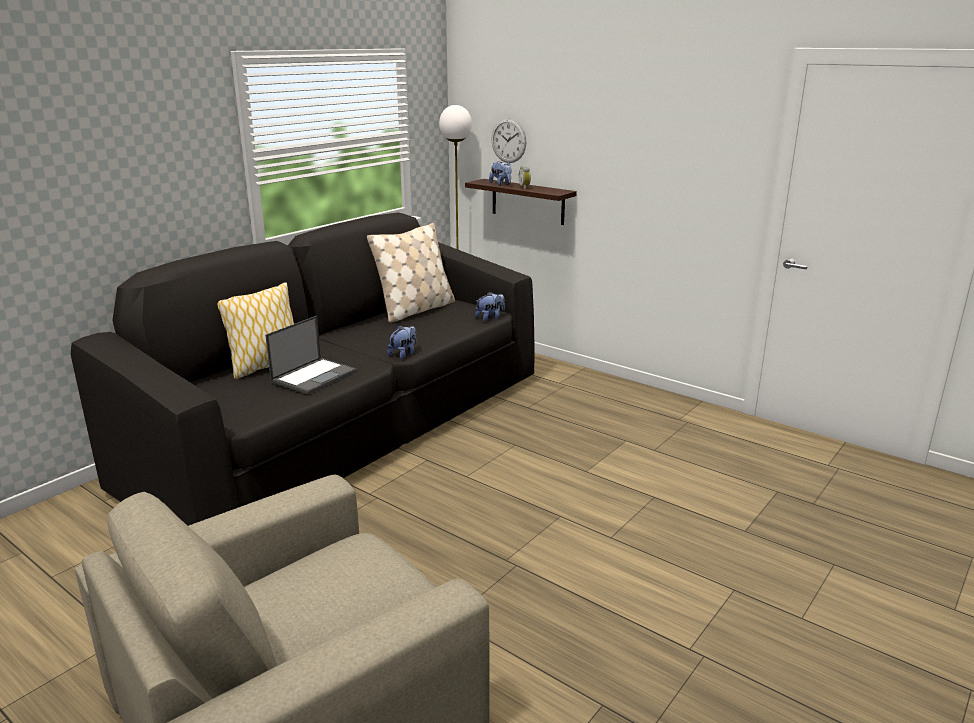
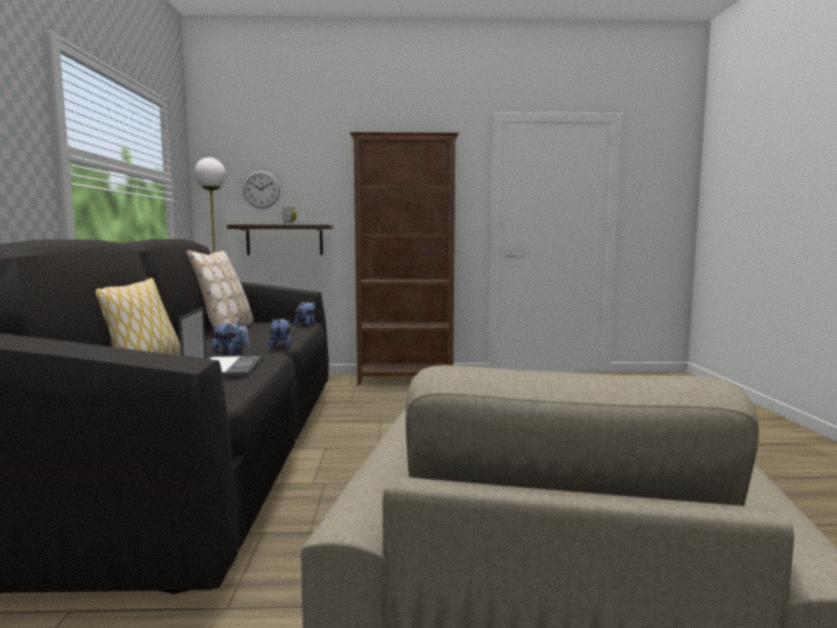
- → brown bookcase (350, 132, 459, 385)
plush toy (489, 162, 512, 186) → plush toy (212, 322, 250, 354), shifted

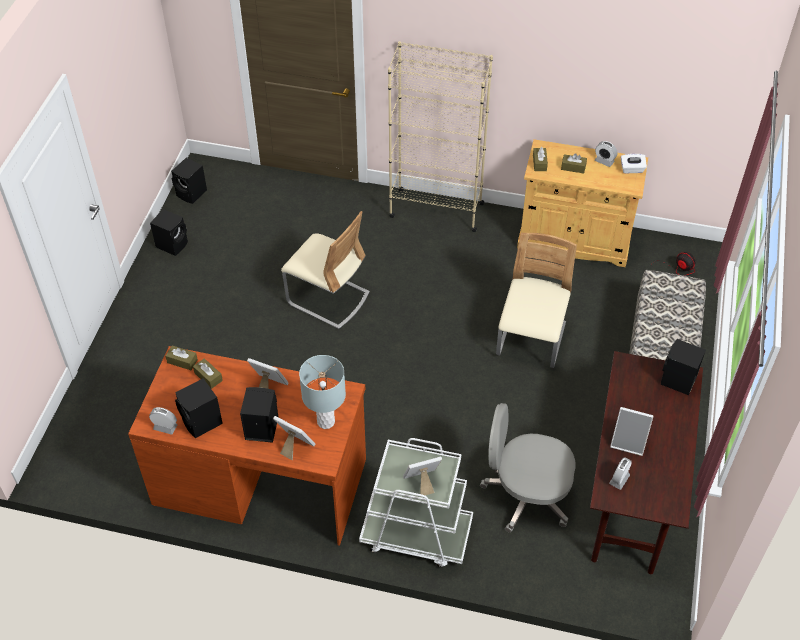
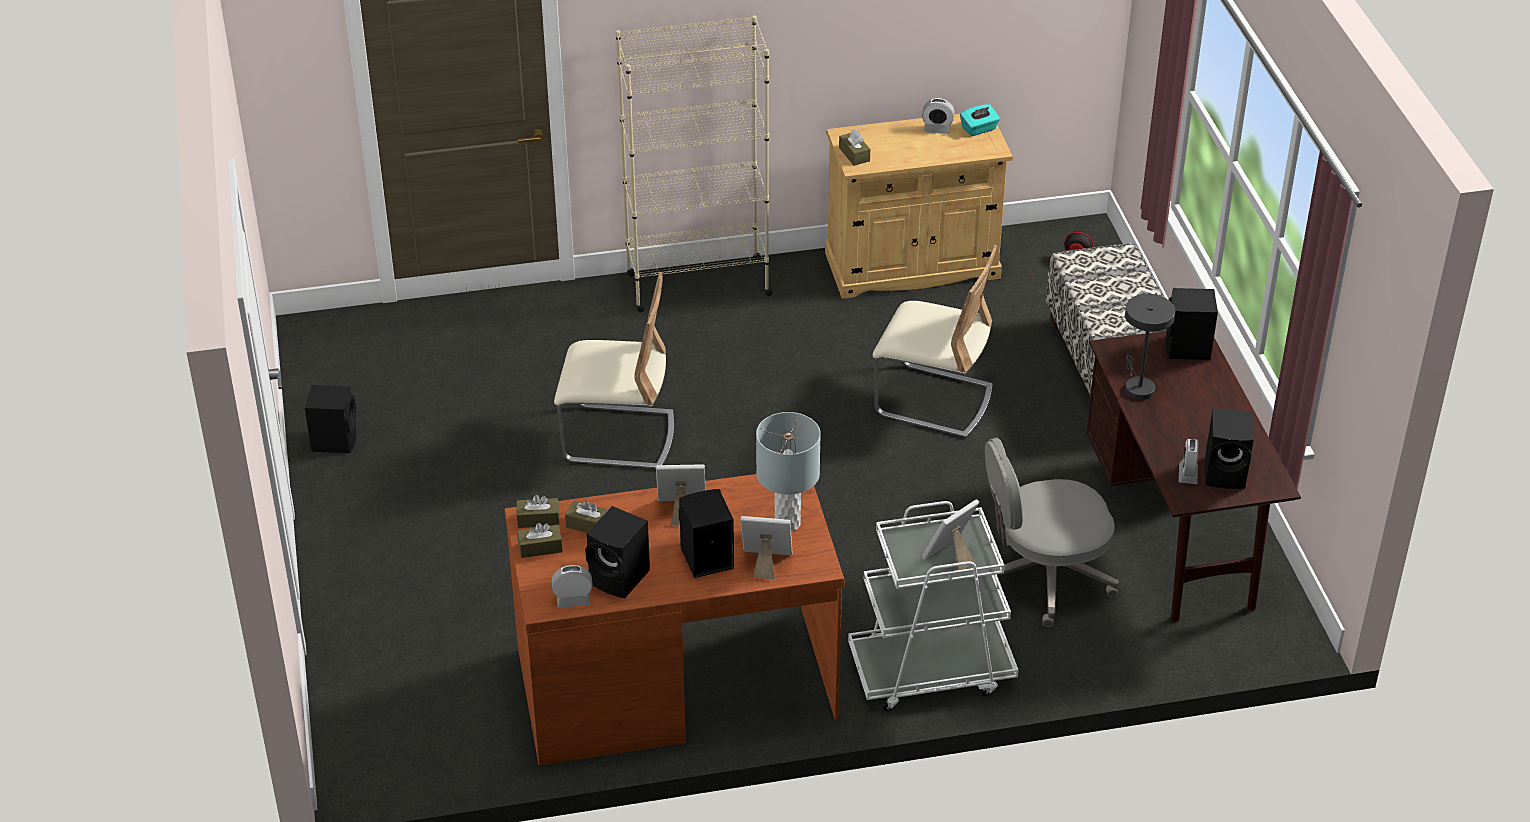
picture frame (610, 407, 653, 456) → -
- → grey table lamp (1125, 294, 1175, 400)
black speaker (171, 158, 207, 204) → black speaker (1205, 408, 1254, 489), shifted
brown tissue box (561, 153, 587, 173) → brown tissue box (517, 523, 563, 558), shifted
white tissue box (621, 154, 647, 173) → turquoise tissue box (960, 104, 1000, 136)
beige chair (496, 233, 577, 368) → beige chair (873, 245, 997, 438), 120 degrees clockwise

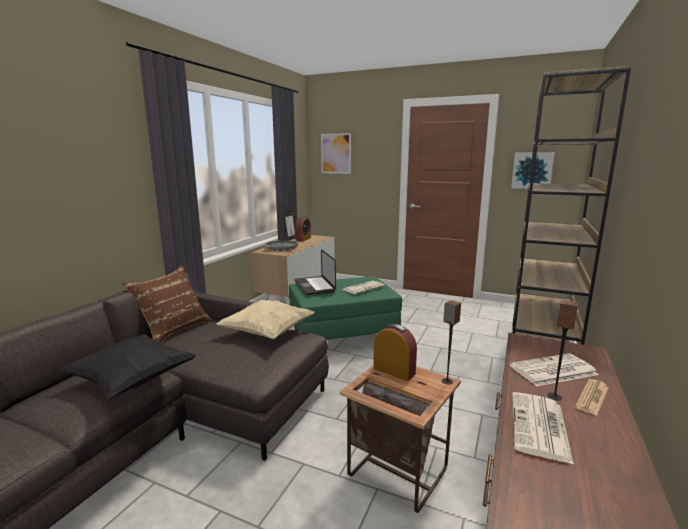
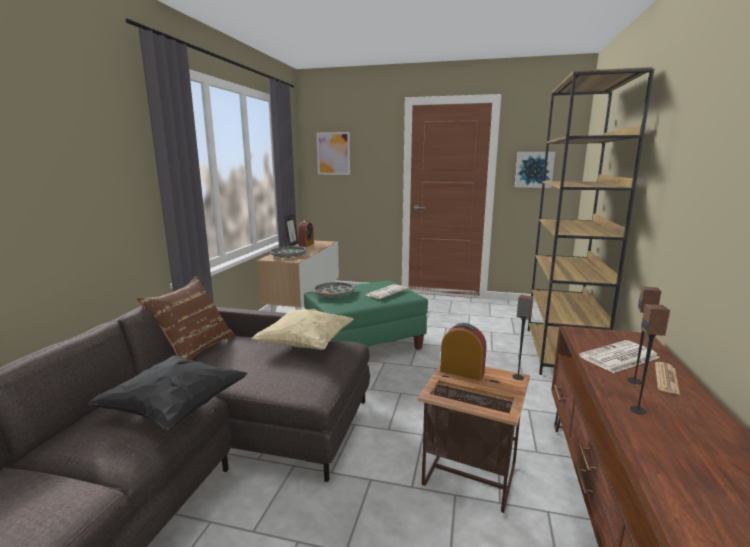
laptop (295, 249, 336, 295) → grey tray (311, 282, 356, 299)
newspaper (512, 392, 574, 465) → speaker (630, 304, 670, 415)

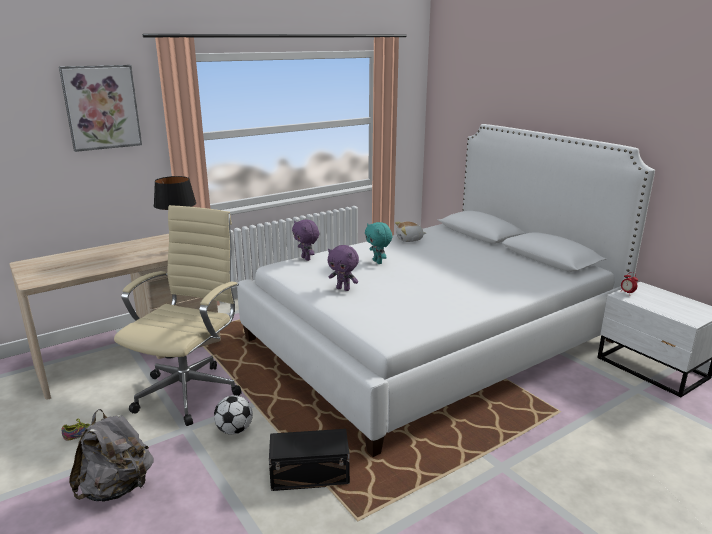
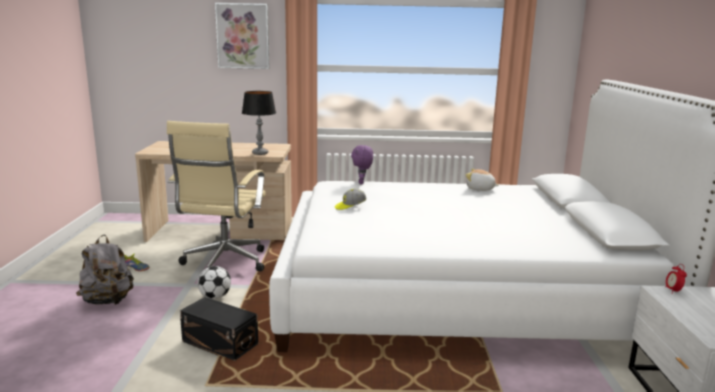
turquoise plush toy (365, 222, 392, 264) → -
purple plush toy (328, 245, 359, 291) → cap (335, 188, 366, 210)
beige office chair (114, 205, 242, 426) → beige office chair (167, 121, 266, 271), 135 degrees clockwise

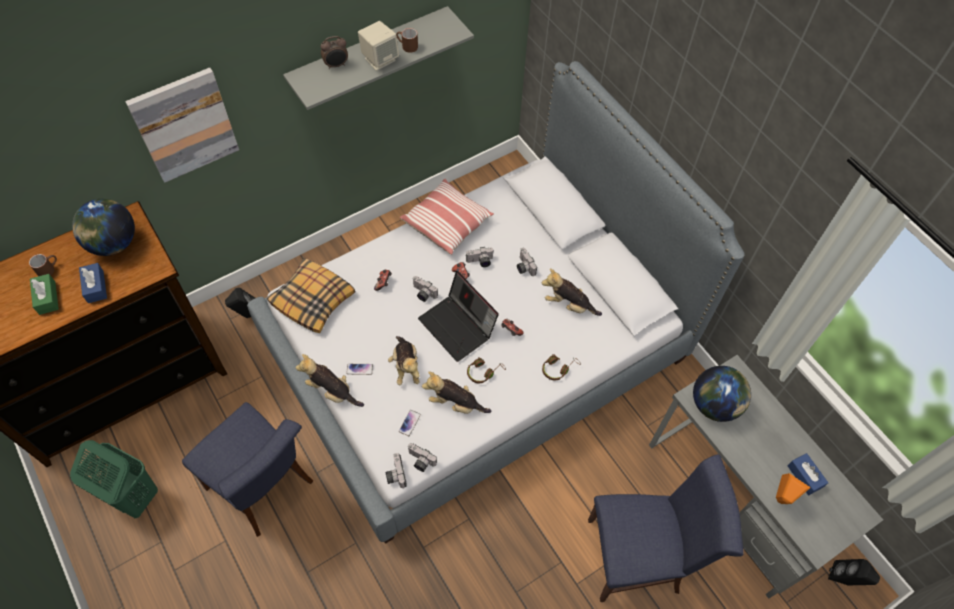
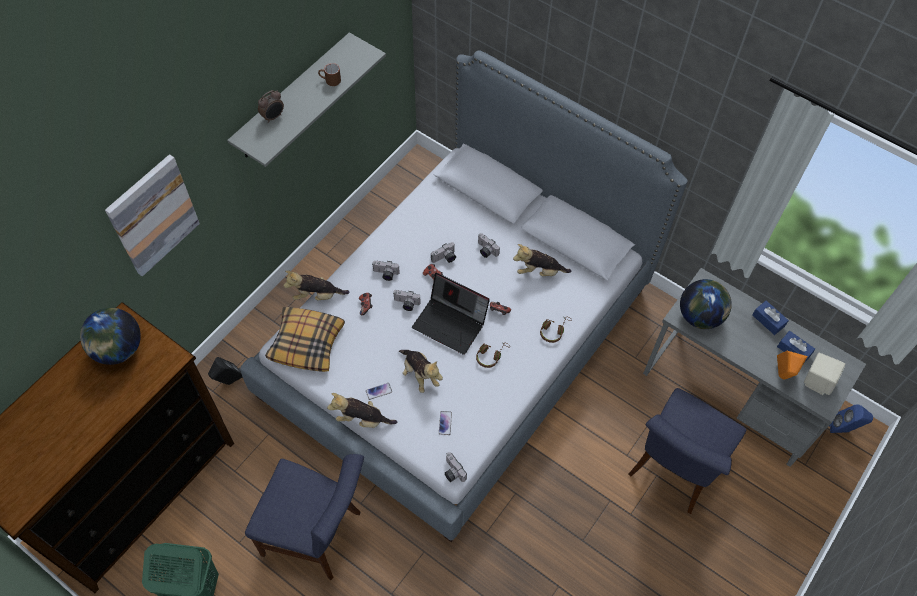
brown mug (29, 254, 57, 276) → -
green tissue box (30, 274, 59, 315) → -
pillow (400, 179, 494, 255) → -
blue tissue box (79, 263, 107, 303) → blue tissue box (752, 301, 789, 335), shifted
beige speaker (358, 21, 399, 71) → beige speaker (804, 353, 845, 395), shifted
photo camera (408, 443, 437, 472) → photo camera (372, 261, 400, 281), shifted
plush toy (422, 372, 492, 414) → plush toy (283, 271, 350, 301), shifted
black speaker (828, 559, 880, 585) → blue speaker (829, 405, 873, 433)
blue chair (588, 454, 744, 602) → blue chair (628, 388, 746, 514), 150 degrees clockwise

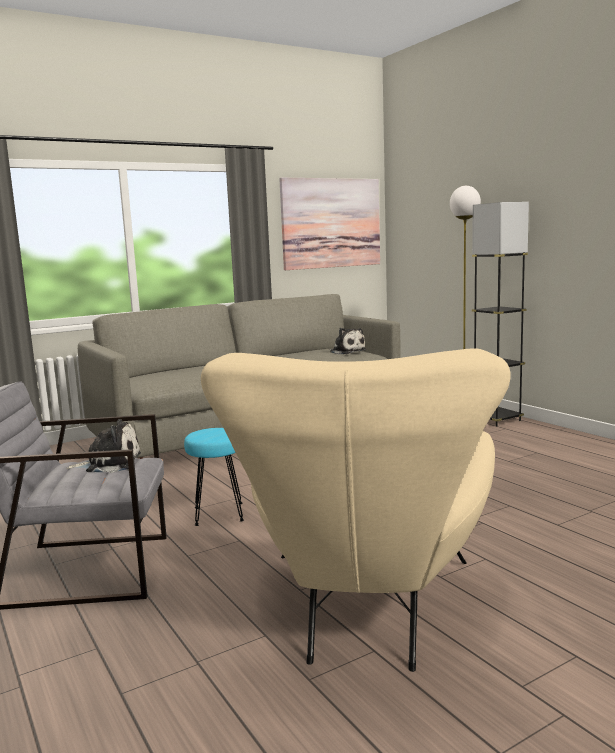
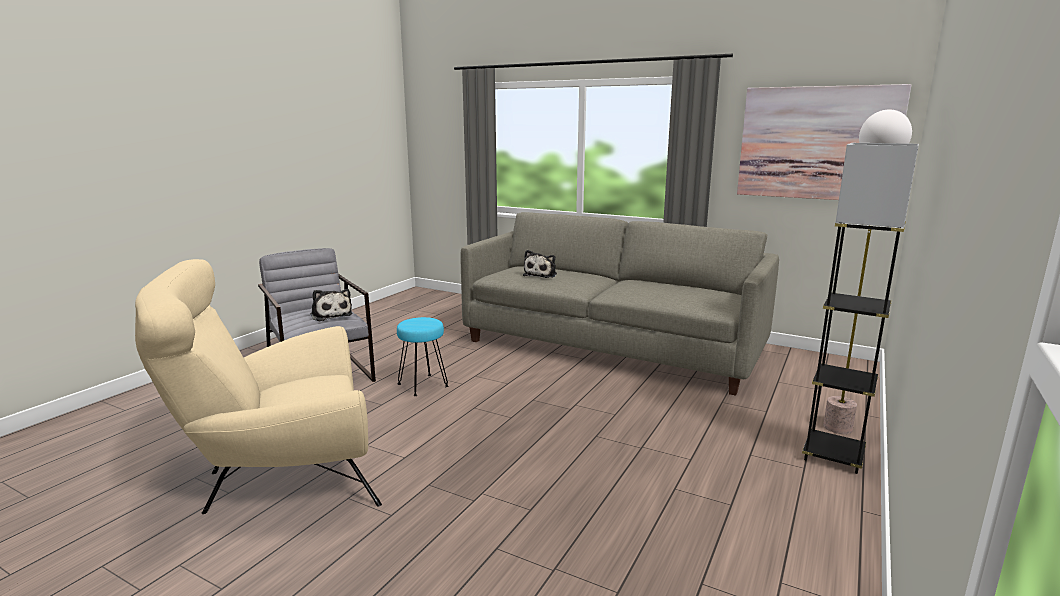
plush toy (329, 328, 366, 354) → plush toy (523, 250, 557, 278), shifted

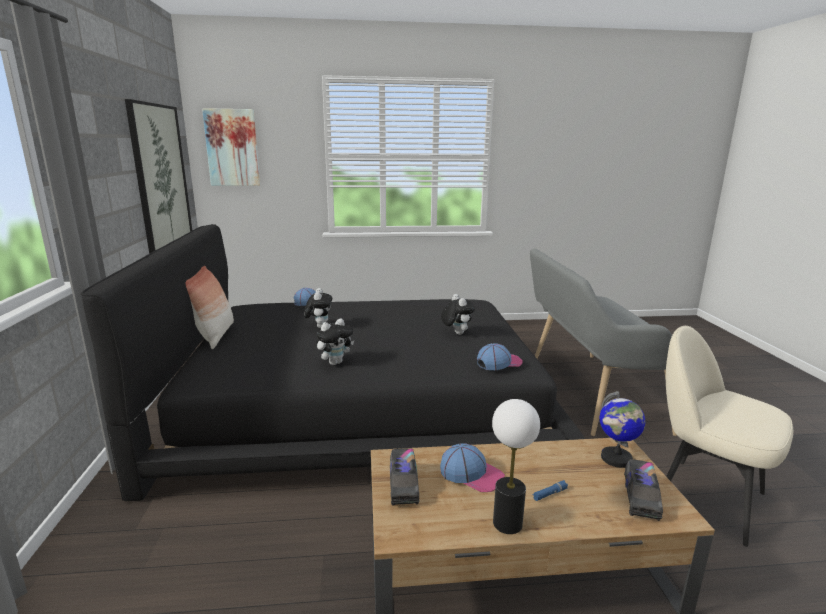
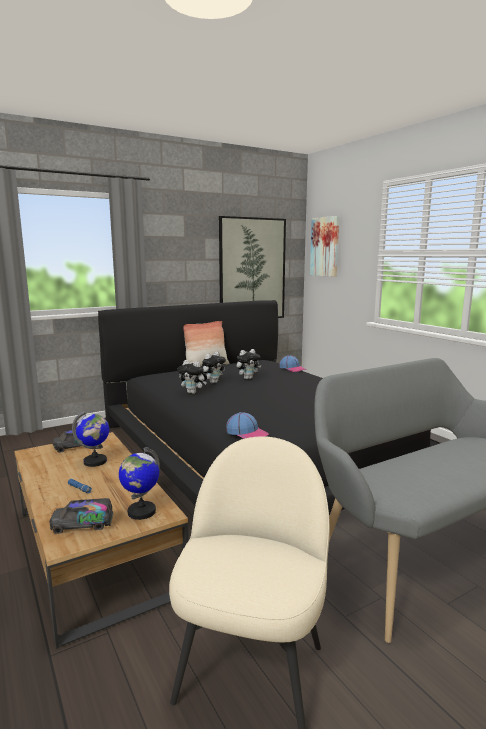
table lamp (492, 399, 540, 534) → -
plush toy (441, 294, 475, 335) → plush toy (201, 352, 226, 384), shifted
cap (440, 443, 505, 492) → globe (72, 411, 109, 467)

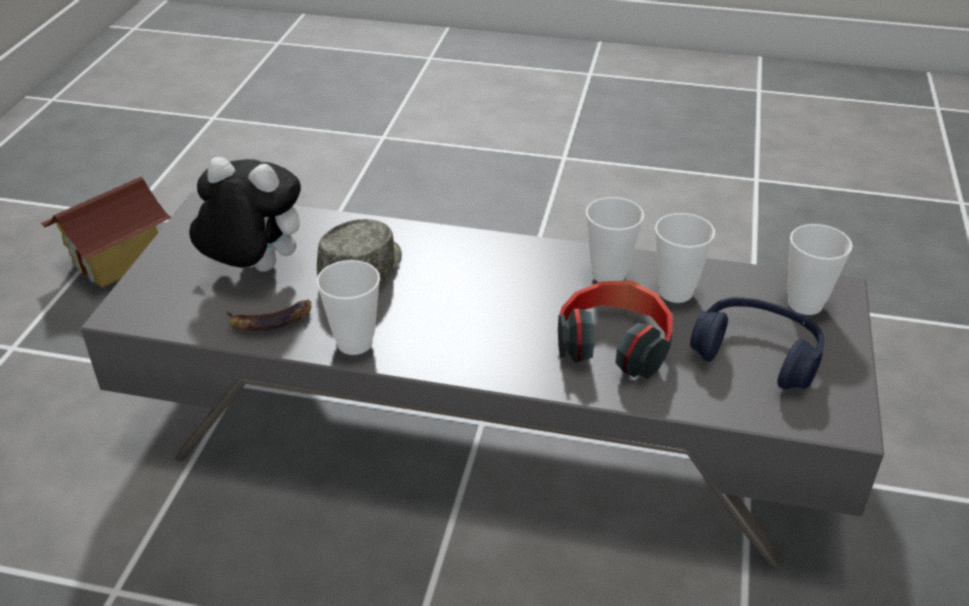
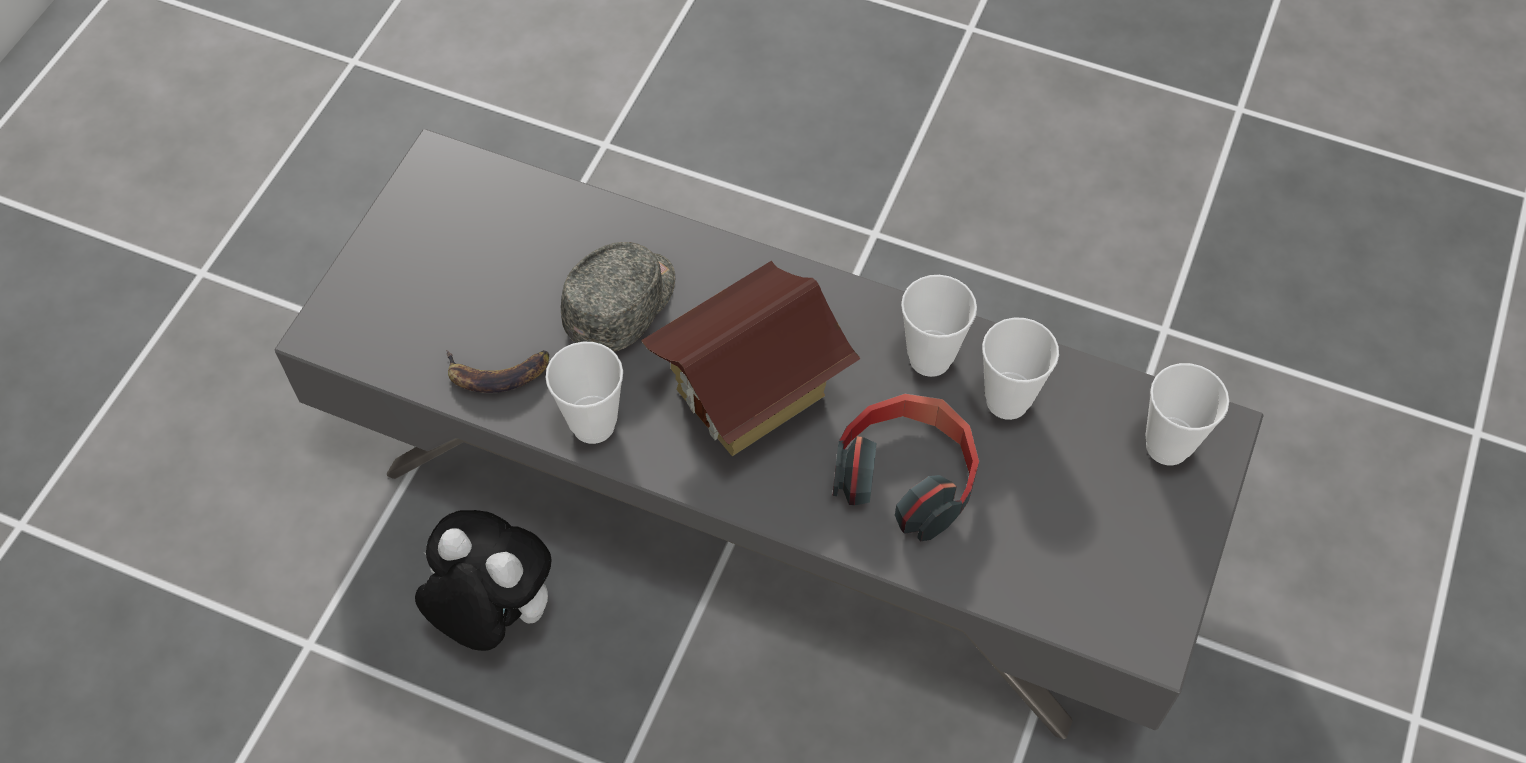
blue headphones (690, 297, 824, 389) → -
toy house (41, 177, 171, 288) → toy house (641, 261, 861, 456), shifted
plush toy (189, 157, 301, 272) → plush toy (415, 510, 552, 651), shifted

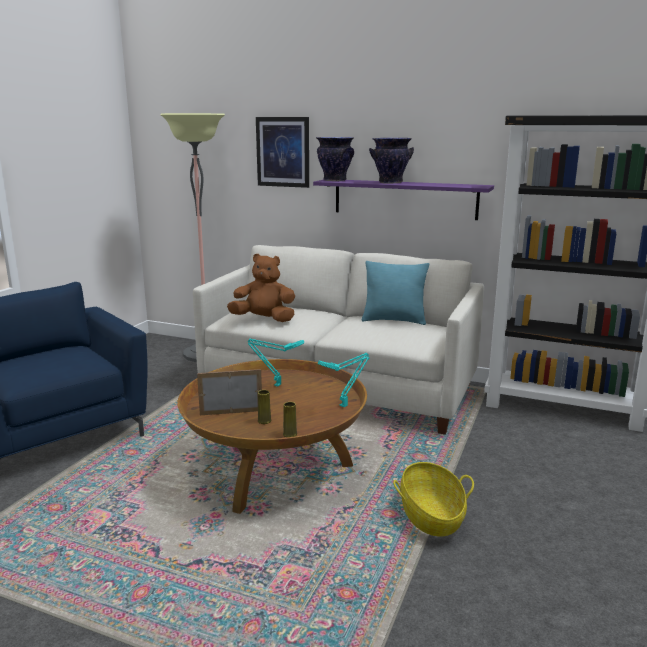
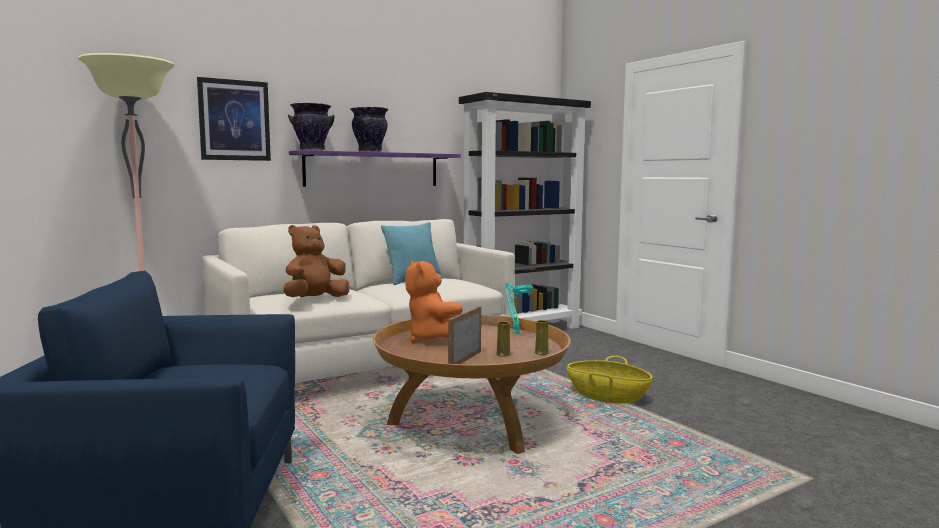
turquoise table lamp (248, 339, 304, 387) → orange plush toy (405, 260, 463, 343)

